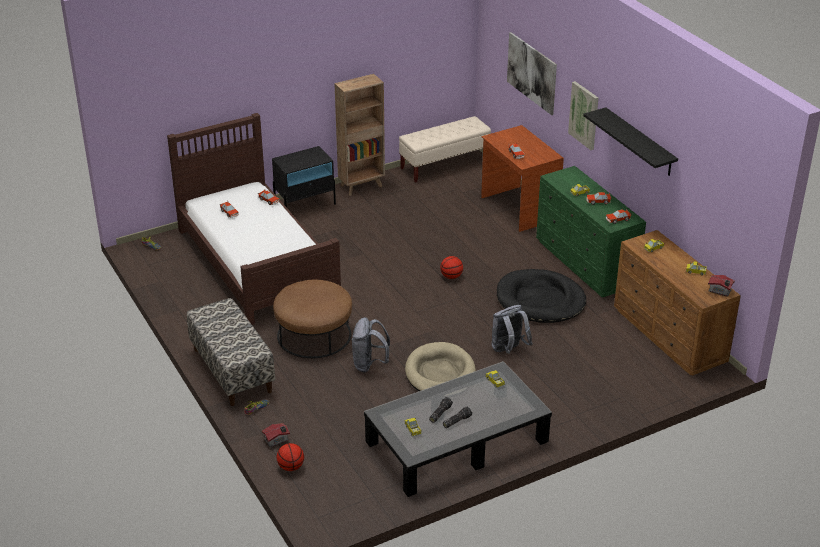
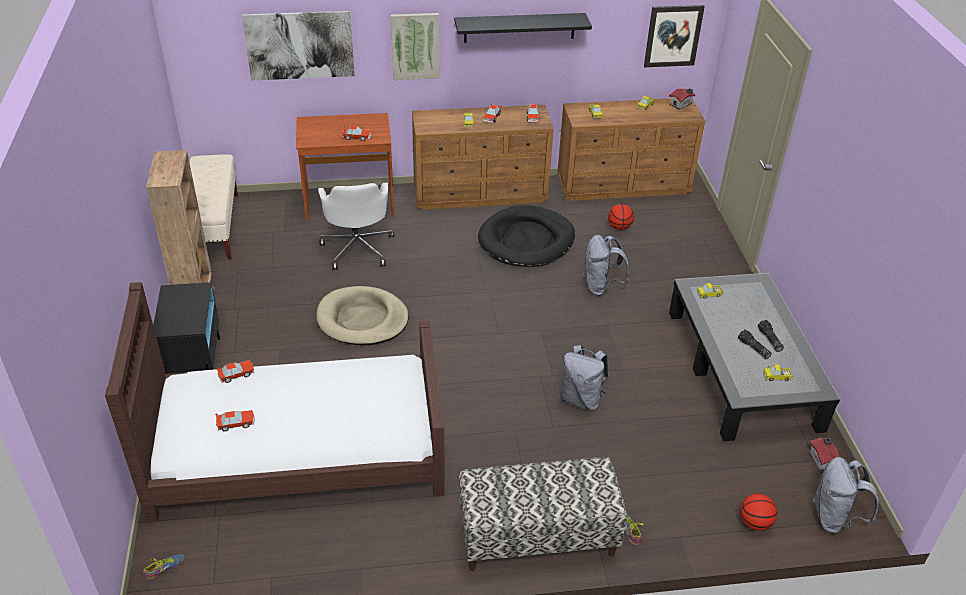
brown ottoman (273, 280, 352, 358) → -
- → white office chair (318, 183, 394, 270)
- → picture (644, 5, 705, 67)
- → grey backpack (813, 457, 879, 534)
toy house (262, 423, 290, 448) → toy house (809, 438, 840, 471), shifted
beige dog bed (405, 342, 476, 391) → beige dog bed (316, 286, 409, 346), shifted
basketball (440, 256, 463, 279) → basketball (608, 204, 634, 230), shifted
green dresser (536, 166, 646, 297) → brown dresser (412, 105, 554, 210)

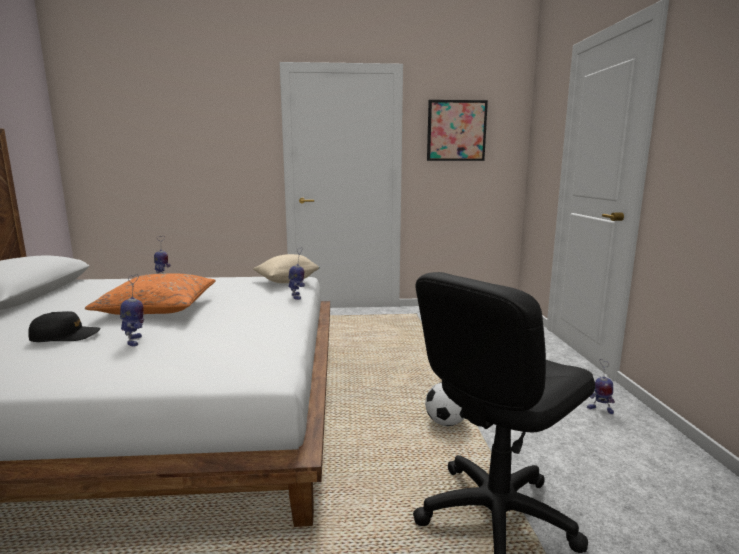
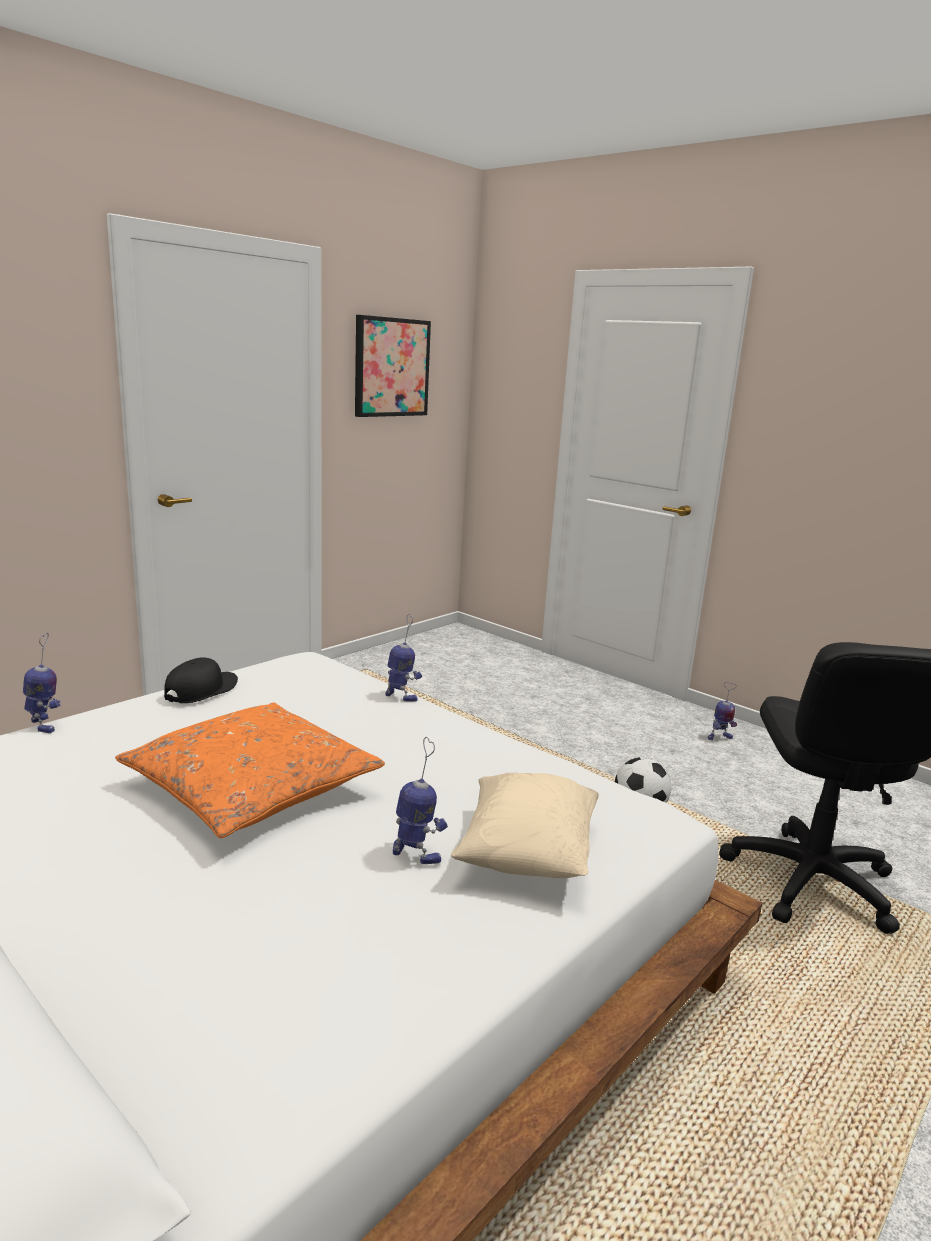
black cap (28, 311, 101, 342) → black cap (164, 657, 238, 703), shifted
beige pillow (253, 254, 320, 283) → beige pillow (451, 773, 599, 878), shifted

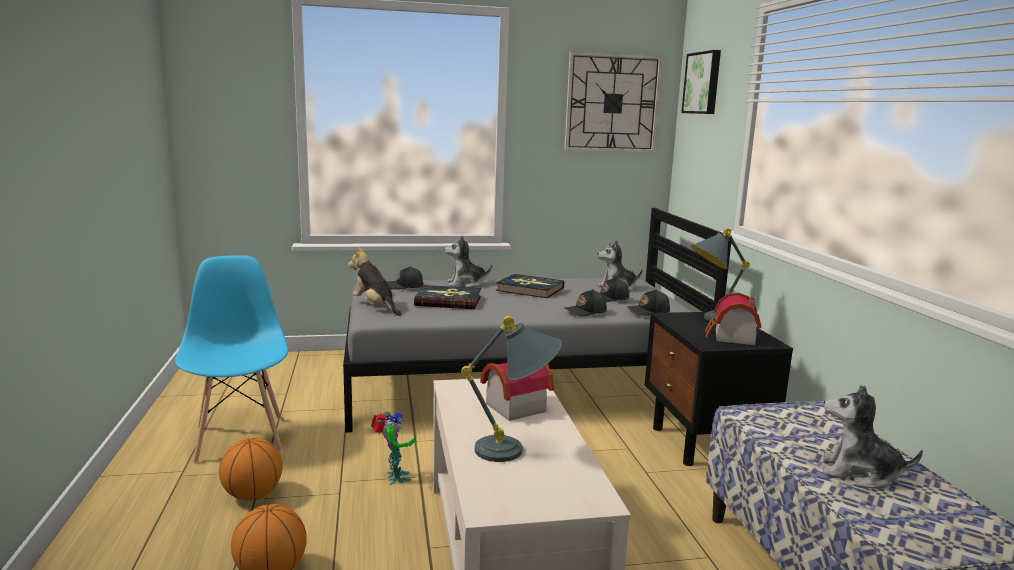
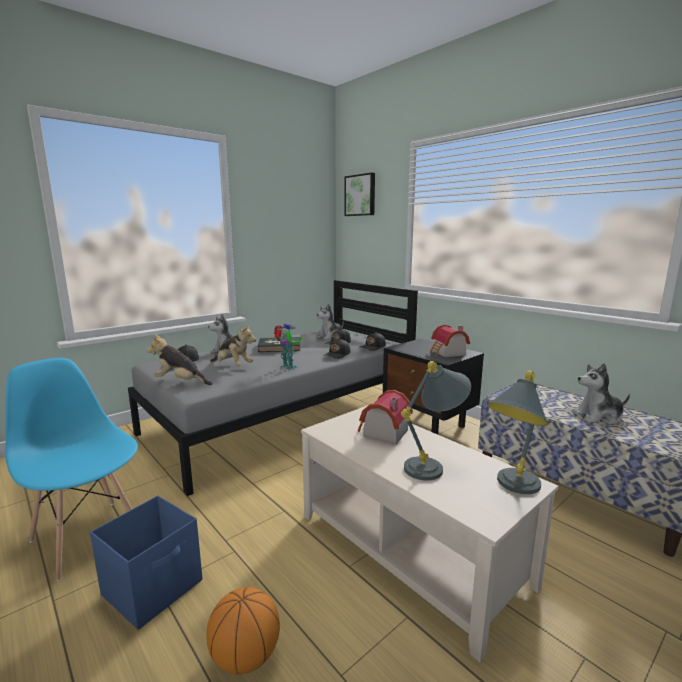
wall clock (564, 51, 663, 153) → -
toy robot (371, 410, 416, 485) → toy robot (274, 324, 302, 370), shifted
grey table lamp (691, 228, 750, 322) → grey table lamp (487, 370, 549, 494), shifted
basketball (219, 438, 283, 500) → blue storage box (90, 496, 202, 630)
book (414, 285, 481, 309) → plush toy (210, 324, 256, 365)

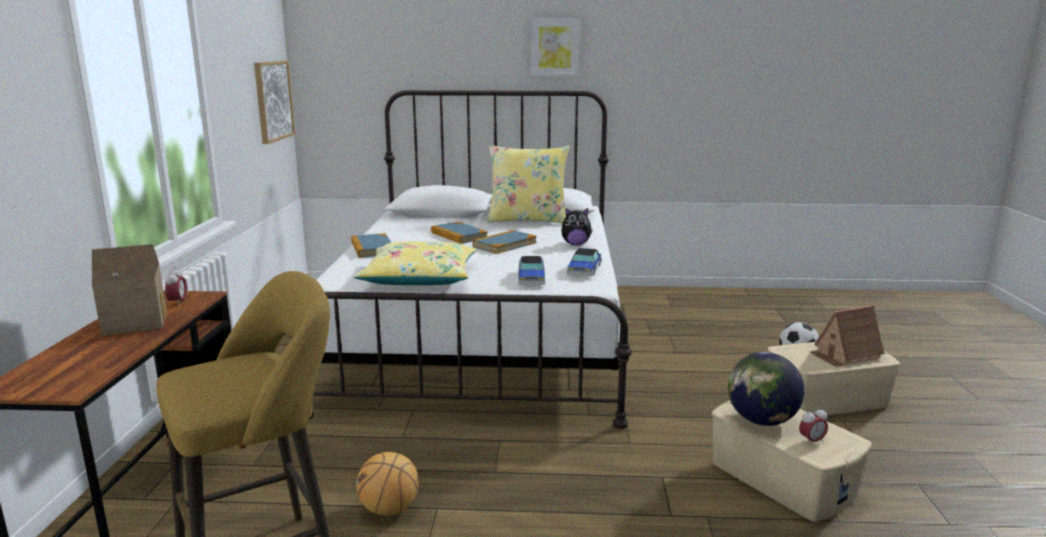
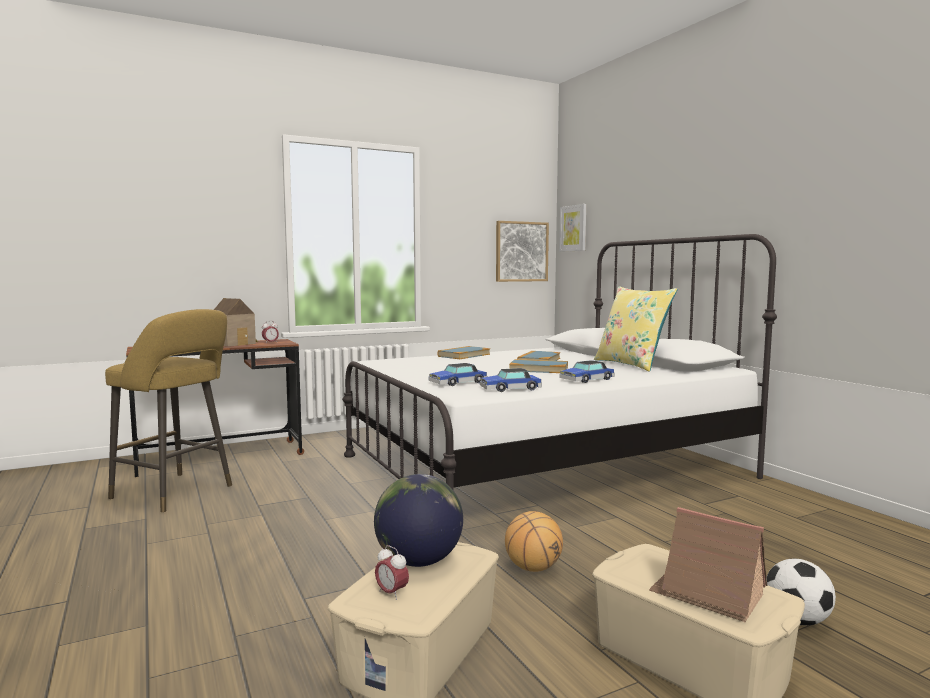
yellow pillow (354, 242, 477, 285) → -
basketball (356, 452, 419, 516) → basketball (505, 511, 563, 572), shifted
picture (531, 18, 580, 76) → picture (559, 204, 586, 252), shifted
plush toy (561, 208, 593, 245) → toy car (559, 360, 615, 383)

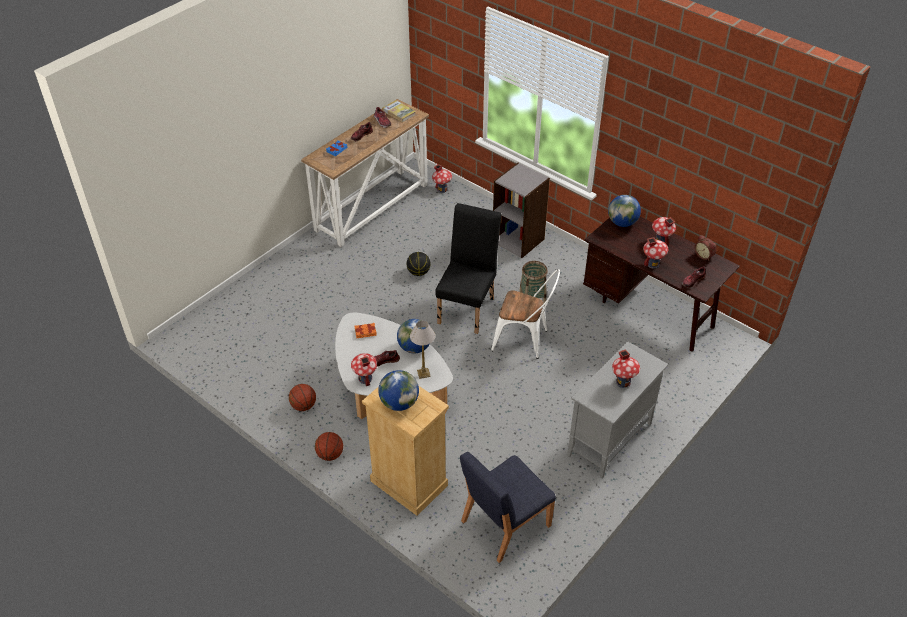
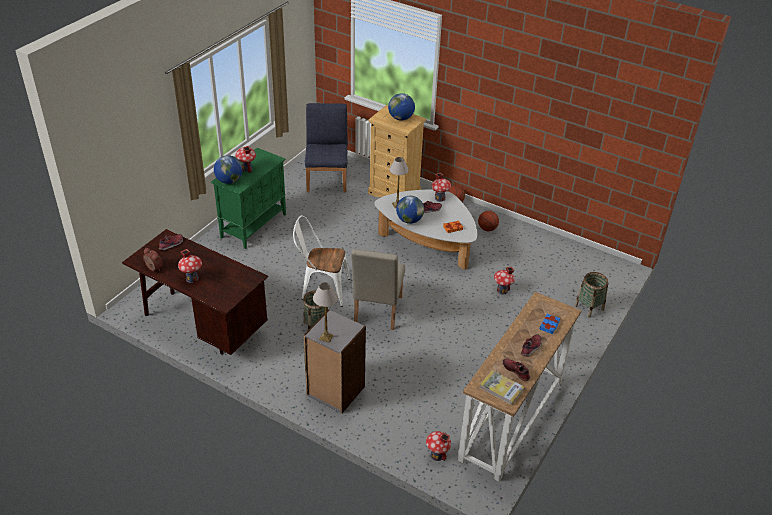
basketball (407, 252, 431, 276) → -
- → table lamp (313, 282, 338, 343)
- → basket (574, 272, 608, 318)
globe (608, 195, 641, 227) → globe (214, 155, 242, 184), shifted
toy house (643, 237, 668, 269) → toy house (494, 267, 515, 295), shifted
black chair (435, 203, 501, 334) → beige chair (351, 249, 405, 330)
grey cabinet (567, 341, 668, 479) → green cabinet (211, 148, 286, 249)
blue chair (460, 452, 556, 563) → blue chair (305, 103, 348, 193), 45 degrees counterclockwise

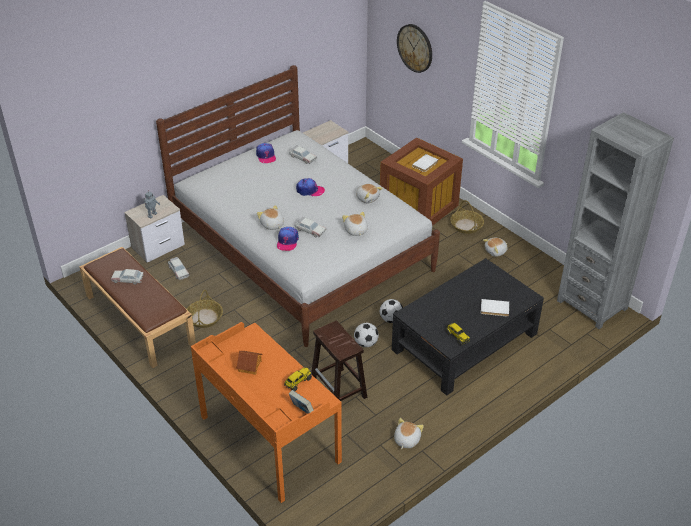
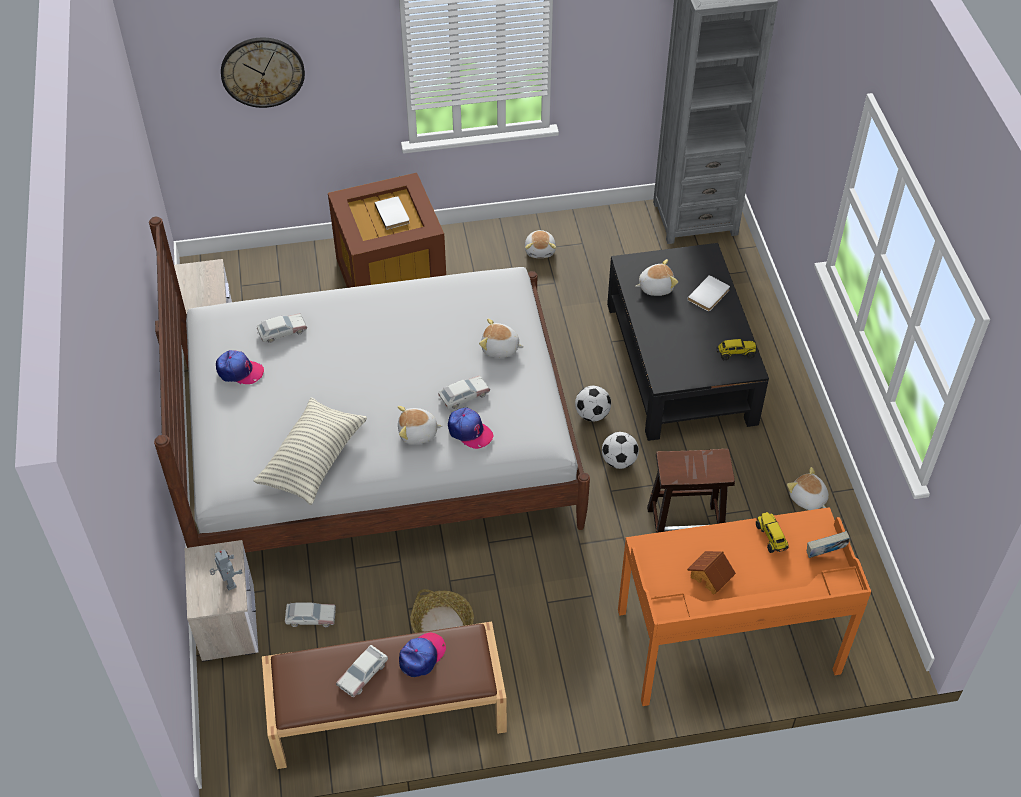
basket (450, 200, 484, 234) → -
- → pillow (253, 398, 367, 505)
cap (296, 178, 325, 196) → cap (399, 633, 446, 677), shifted
plush toy (356, 184, 383, 203) → plush toy (635, 259, 678, 296), shifted

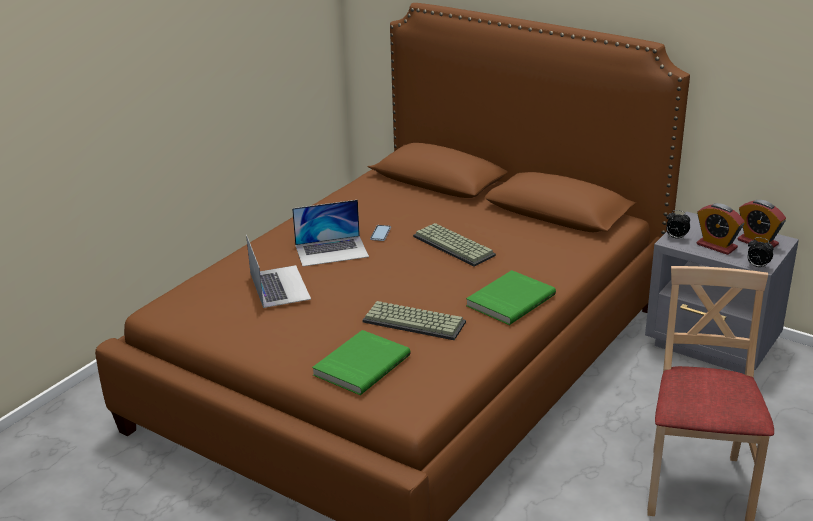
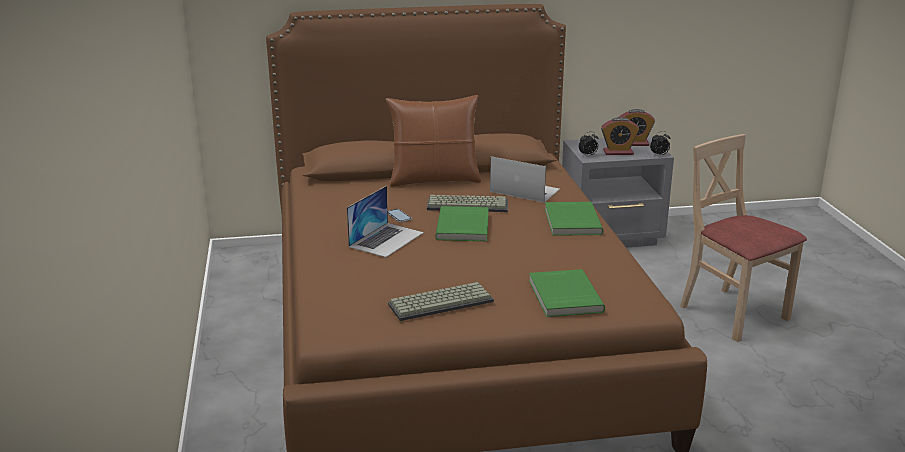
- → brown pillow (386, 95, 481, 187)
- → green book (435, 206, 489, 241)
laptop (246, 235, 311, 308) → laptop (490, 156, 560, 203), shifted
keyboard (363, 301, 466, 340) → keyboard (388, 282, 494, 321), shifted

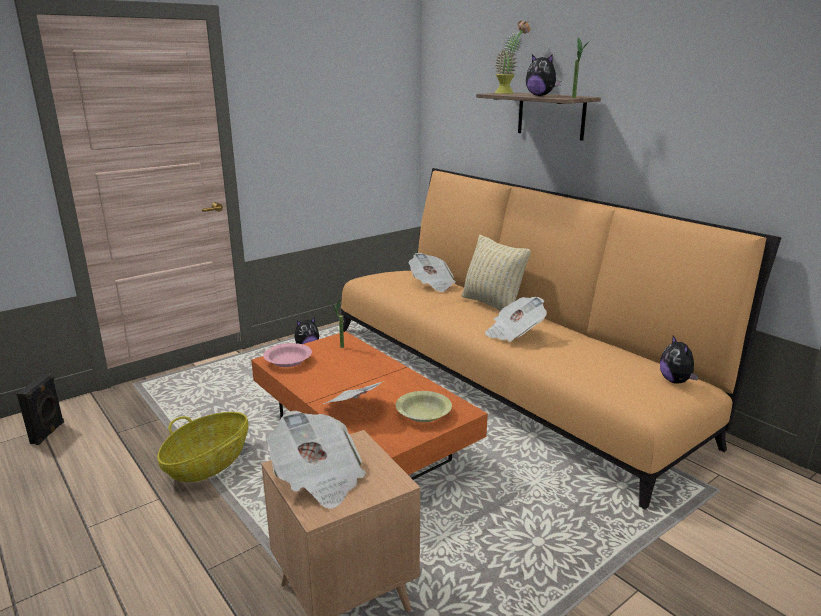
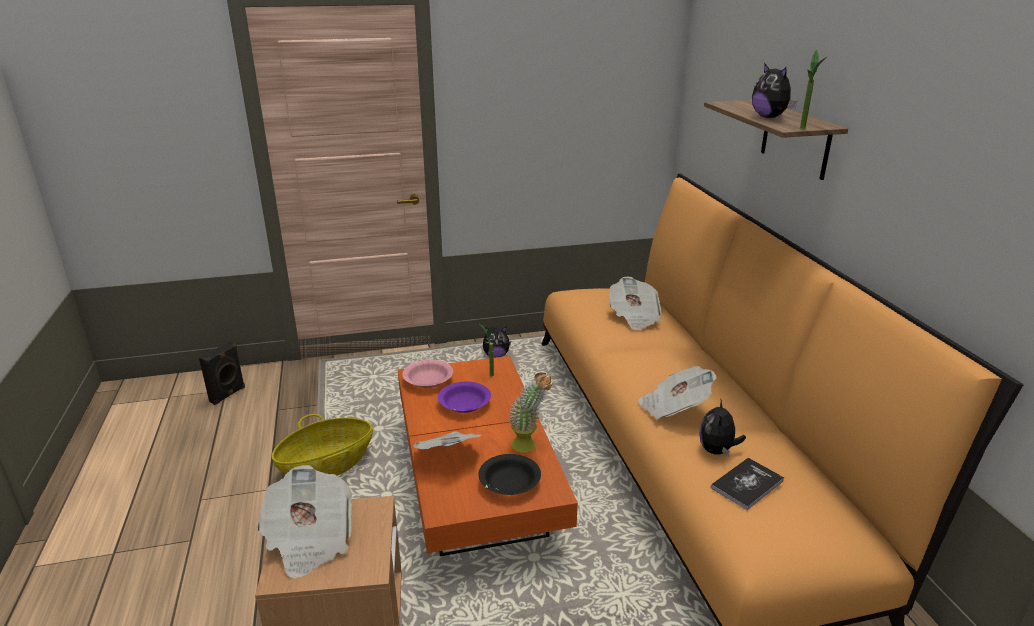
beige pillow (461, 235, 531, 311) → -
- → purple bowl (438, 382, 491, 413)
- → book (711, 458, 784, 510)
potted plant (495, 21, 531, 94) → potted plant (509, 372, 553, 453), shifted
plush toy (660, 335, 698, 384) → plush toy (699, 400, 746, 456), shifted
yellow bowl (396, 391, 452, 422) → black bowl (478, 454, 541, 495)

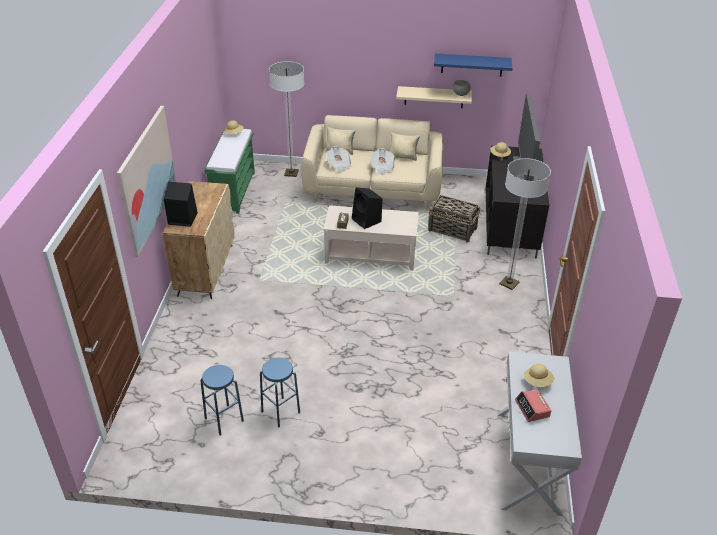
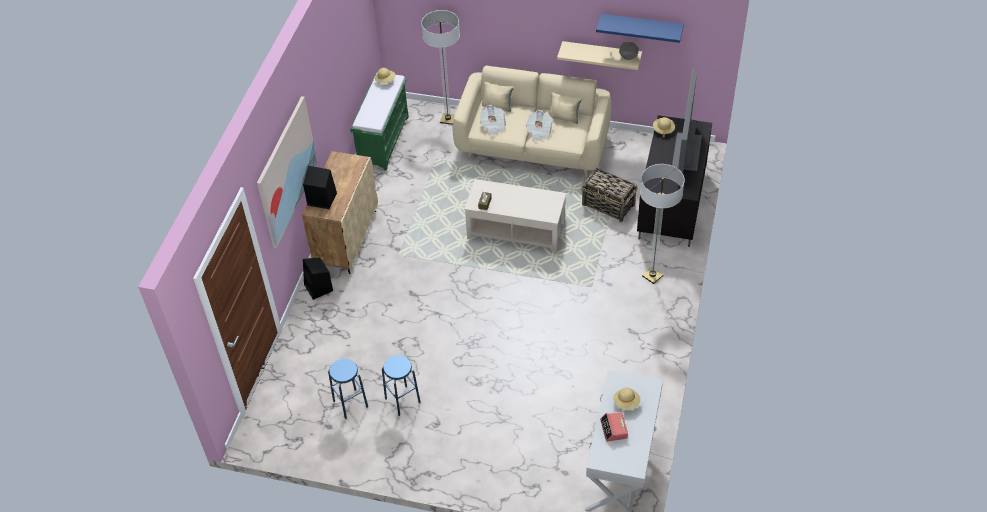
black speaker (352, 187, 382, 229) → black speaker (303, 257, 333, 300), shifted

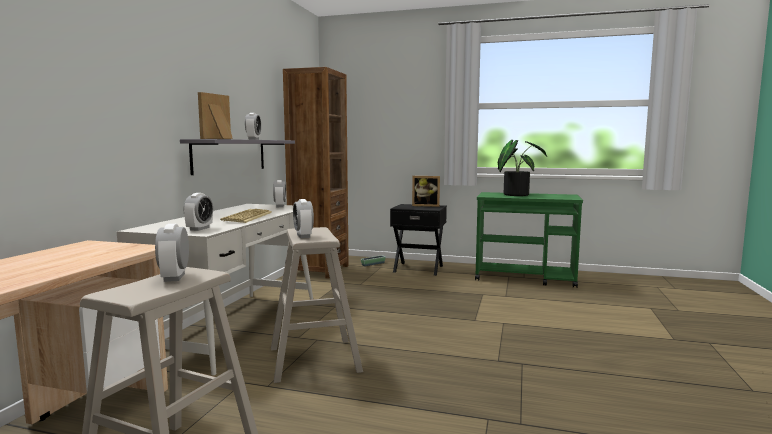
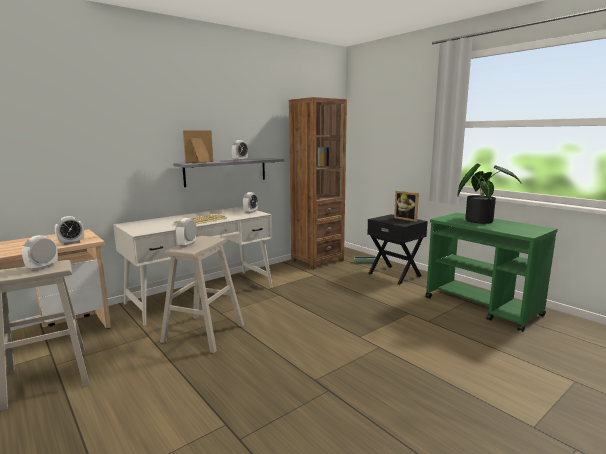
alarm clock (183, 193, 213, 231) → alarm clock (55, 216, 84, 245), shifted

